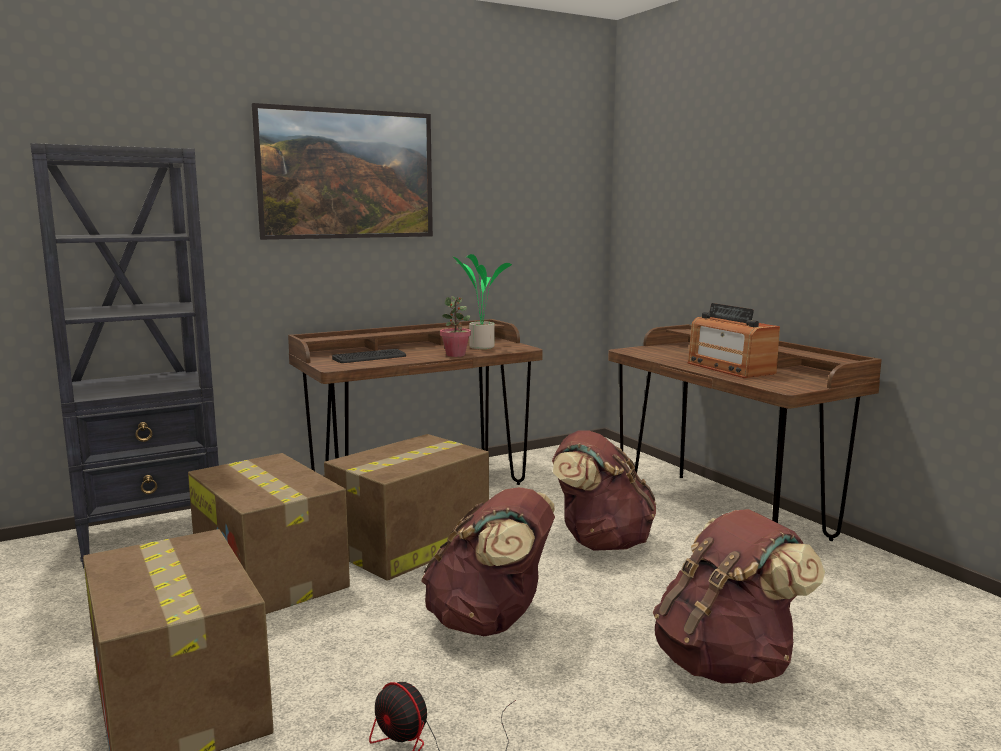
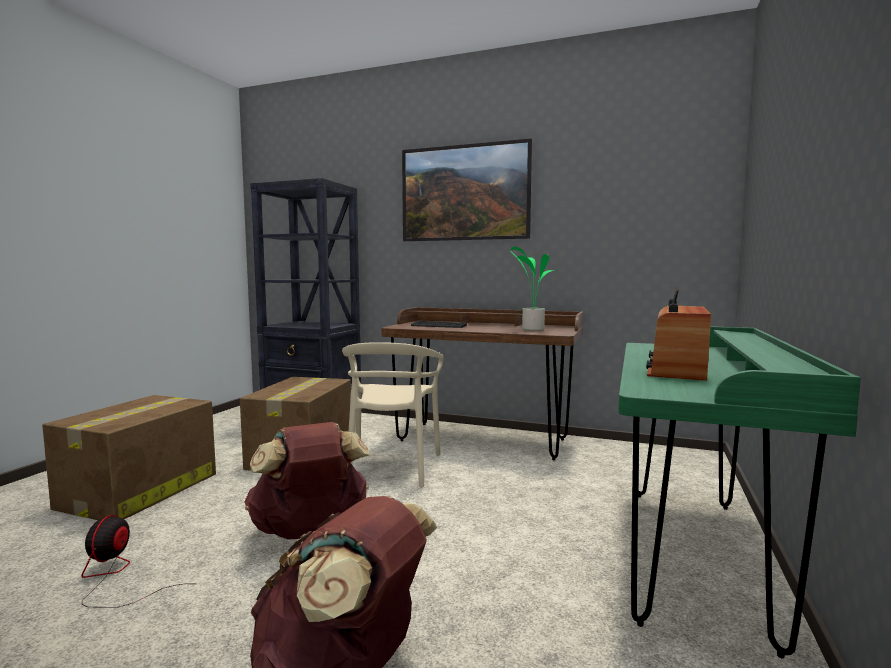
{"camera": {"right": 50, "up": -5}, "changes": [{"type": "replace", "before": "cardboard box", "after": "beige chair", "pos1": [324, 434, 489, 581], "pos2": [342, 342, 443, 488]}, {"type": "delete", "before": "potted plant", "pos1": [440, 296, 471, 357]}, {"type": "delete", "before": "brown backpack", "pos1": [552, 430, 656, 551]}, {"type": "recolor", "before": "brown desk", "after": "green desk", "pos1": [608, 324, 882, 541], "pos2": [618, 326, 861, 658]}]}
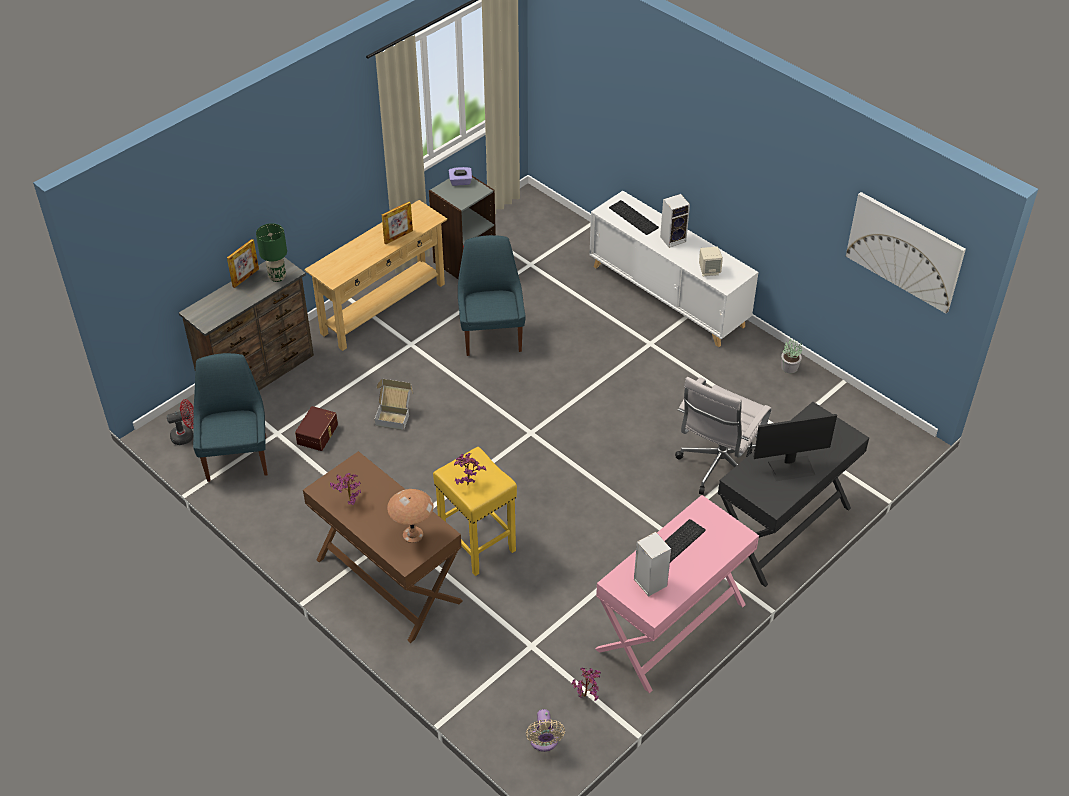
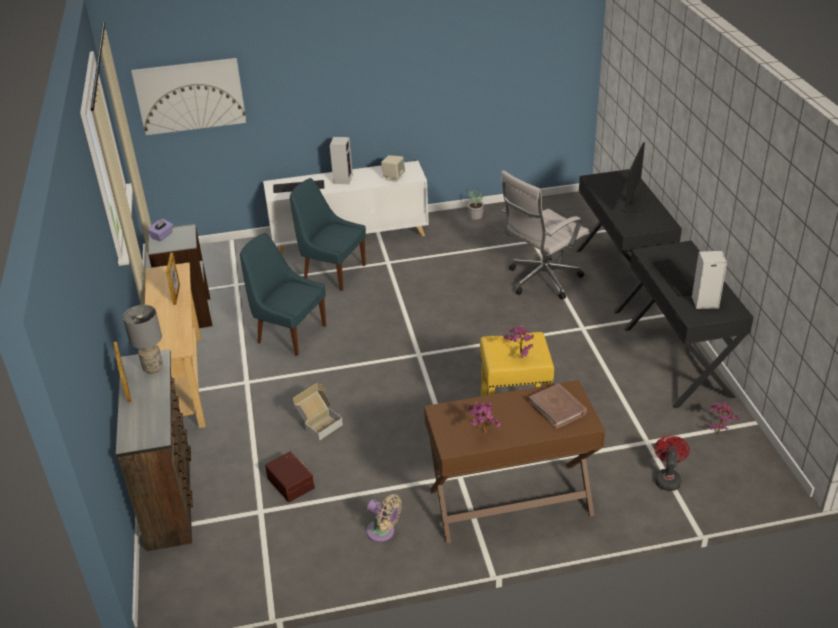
{"camera": {"right": -55, "up": -10}, "changes": [{"type": "move", "before": "red fan", "pos1": [167, 399, 194, 445], "pos2": [654, 436, 690, 491]}, {"type": "move", "before": "blue chair", "pos1": [193, 353, 268, 482], "pos2": [290, 178, 366, 291]}, {"type": "recolor", "before": "green table lamp", "after": "grey table lamp", "pos1": [256, 223, 287, 282], "pos2": [123, 305, 163, 374]}, {"type": "replace", "before": "brown table lamp", "after": "brown book", "pos1": [387, 489, 434, 543], "pos2": [528, 383, 587, 429]}, {"type": "move", "before": "beige fan", "pos1": [526, 709, 565, 752], "pos2": [366, 494, 402, 542]}, {"type": "recolor", "before": "pink desk", "after": "black desk", "pos1": [596, 495, 759, 693], "pos2": [624, 241, 754, 408]}, {"type": "rotate", "before": "white office chair", "pos1": [675, 377, 772, 495], "pos2": [501, 170, 589, 300], "turn": 75}, {"type": "move", "before": "picture", "pos1": [846, 192, 966, 313], "pos2": [131, 58, 247, 135]}]}
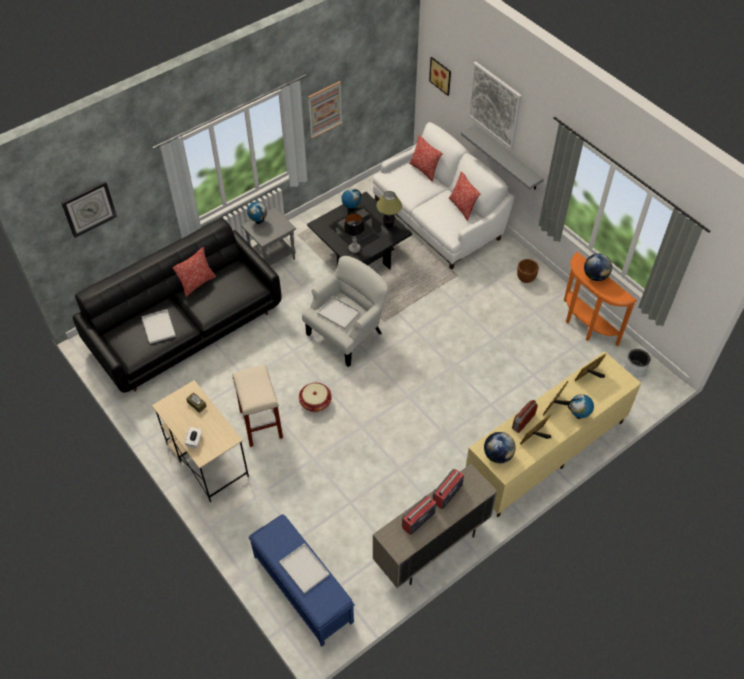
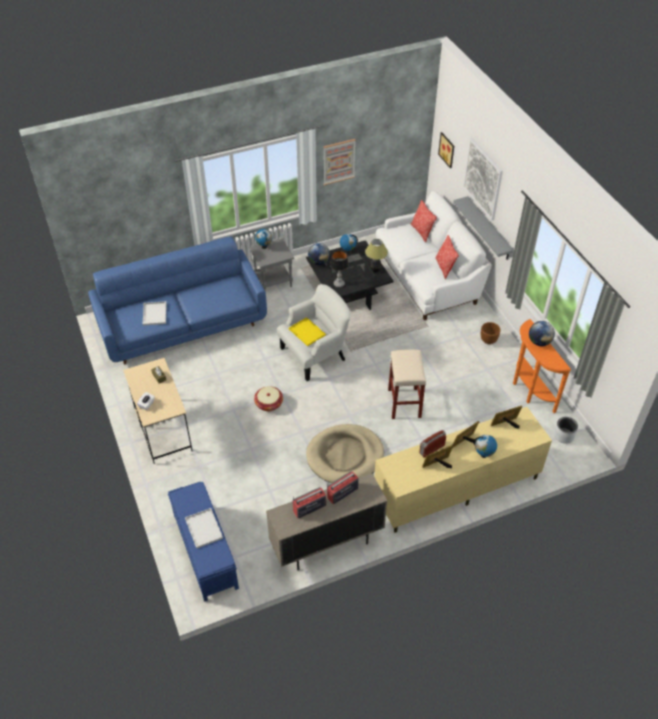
{"camera": {"right": 15, "up": -5}, "changes": [{"type": "delete", "before": "wall clock", "pos1": [61, 181, 117, 238]}, {"type": "recolor", "before": "black sofa", "after": "blue sofa", "pos1": [73, 218, 282, 393], "pos2": [88, 236, 267, 364]}, {"type": "delete", "before": "pillow", "pos1": [173, 247, 216, 297]}, {"type": "move", "before": "beige stool", "pos1": [232, 365, 283, 447], "pos2": [388, 350, 426, 419]}, {"type": "recolor", "before": "white tray", "after": "yellow tray", "pos1": [317, 296, 360, 329], "pos2": [289, 317, 326, 346]}, {"type": "move", "before": "globe", "pos1": [484, 432, 516, 463], "pos2": [308, 243, 330, 265]}, {"type": "insert", "after": "beige dog bed", "pos2": [306, 424, 384, 483]}]}
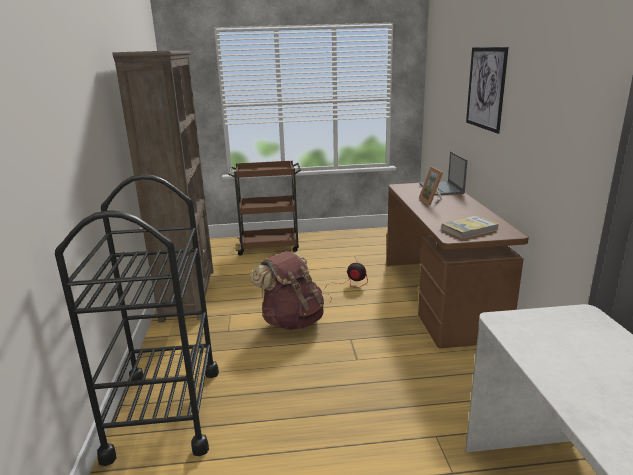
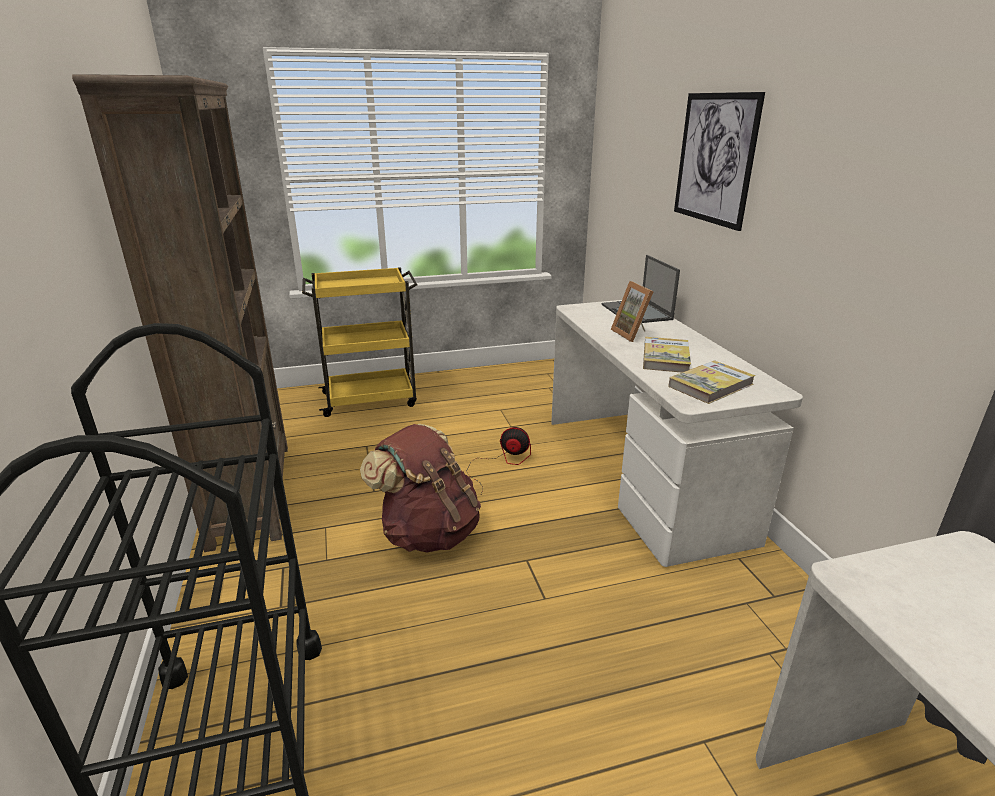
{"camera": {"right": -10, "up": 5}, "changes": [{"type": "recolor", "before": "brown cart", "after": "yellow cart", "pos1": [228, 160, 301, 256], "pos2": [302, 267, 417, 417]}, {"type": "recolor", "before": "brown desk", "after": "white desk", "pos1": [387, 181, 529, 349], "pos2": [551, 300, 803, 567]}, {"type": "insert", "after": "book", "pos2": [643, 337, 691, 373]}]}
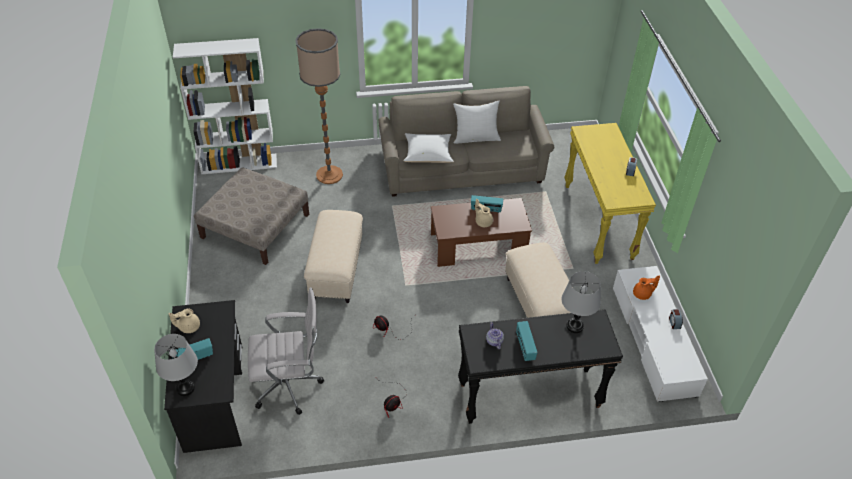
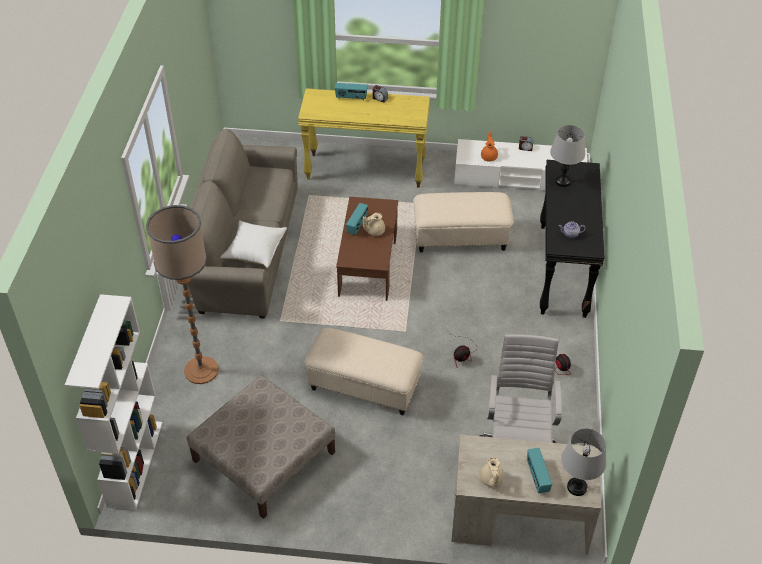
{"camera": {"right": -75, "up": 0}, "changes": [{"type": "recolor", "before": "black desk", "after": "beige desk", "pos1": [164, 300, 242, 453], "pos2": [451, 435, 601, 555]}, {"type": "delete", "before": "white pillow", "pos1": [453, 101, 501, 144]}, {"type": "move", "before": "radio", "pos1": [516, 321, 537, 361], "pos2": [335, 83, 368, 100]}]}
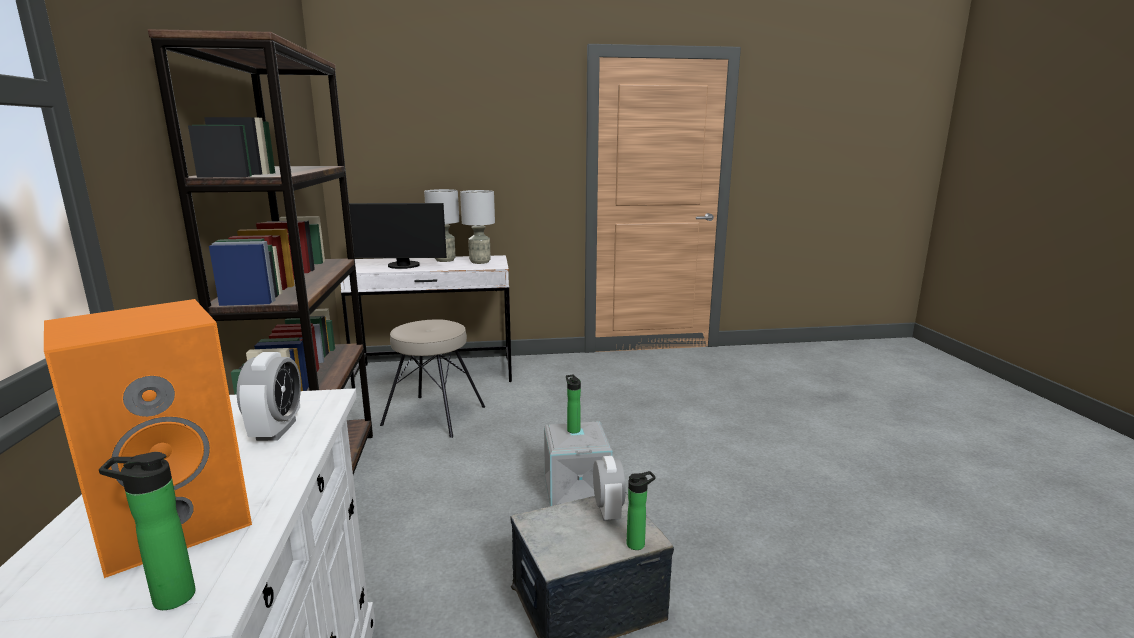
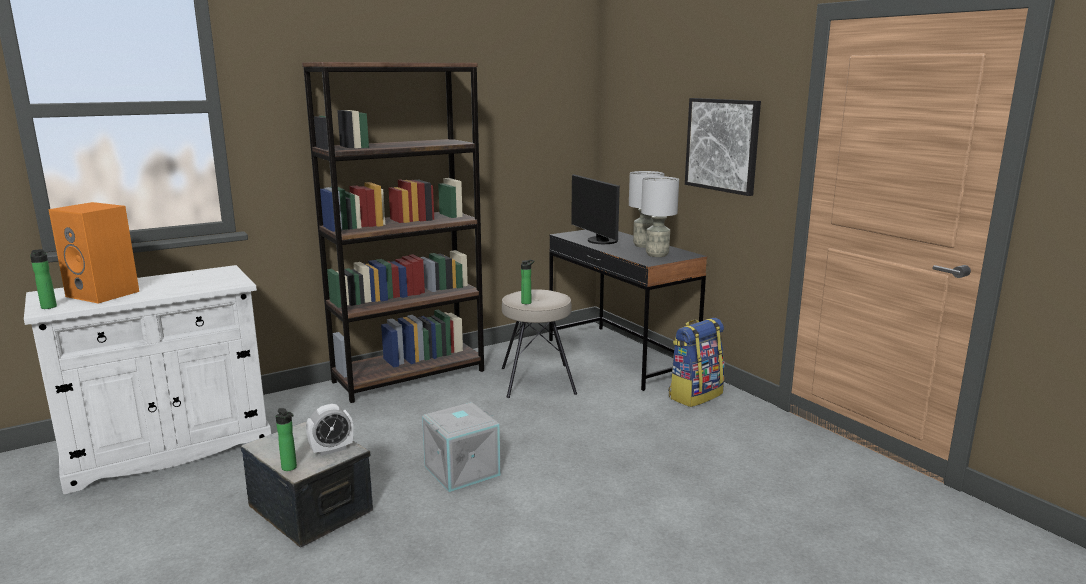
{"camera": {"right": 65, "up": 0}, "changes": [{"type": "delete", "before": "alarm clock", "pos1": [237, 352, 301, 441]}, {"type": "recolor", "before": "white desk", "after": "black desk", "pos1": [341, 255, 512, 389], "pos2": [549, 230, 707, 391]}, {"type": "move", "before": "bottle", "pos1": [566, 375, 581, 433], "pos2": [521, 260, 535, 304]}, {"type": "insert", "after": "backpack", "pos2": [668, 318, 724, 407]}, {"type": "insert", "after": "picture", "pos2": [685, 98, 761, 196]}]}
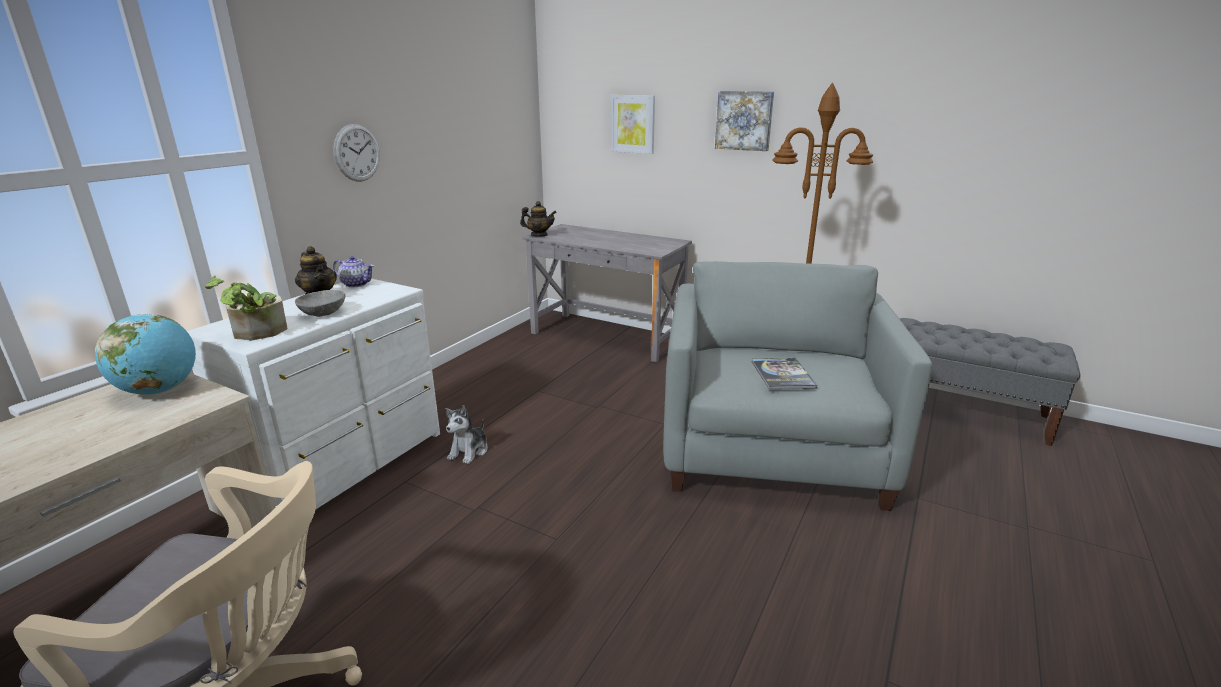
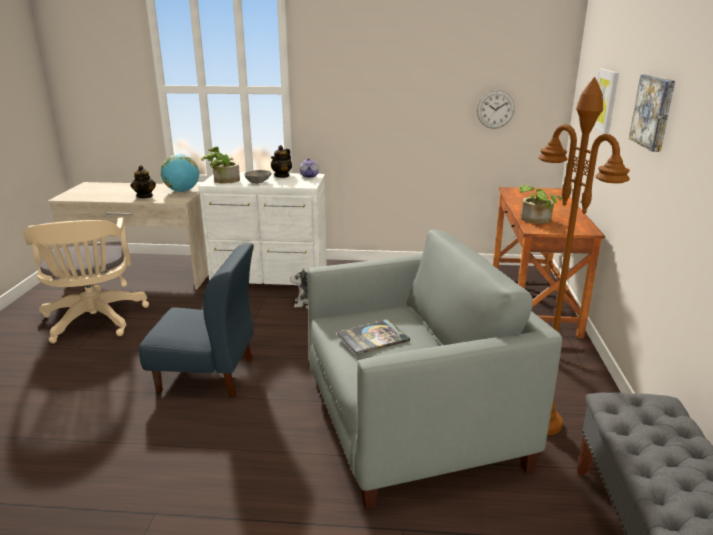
{"camera": {"right": 65, "up": 0}, "changes": [{"type": "move", "before": "wall clock", "pos1": [333, 124, 380, 181], "pos2": [477, 90, 515, 129]}, {"type": "move", "before": "teapot", "pos1": [520, 201, 557, 236], "pos2": [131, 165, 156, 198]}, {"type": "recolor", "before": "grey desk", "after": "brown desk", "pos1": [523, 224, 692, 362], "pos2": [493, 187, 605, 339]}, {"type": "insert", "after": "blue chair", "pos2": [139, 243, 254, 398]}, {"type": "insert", "after": "potted plant", "pos2": [519, 185, 563, 224]}]}
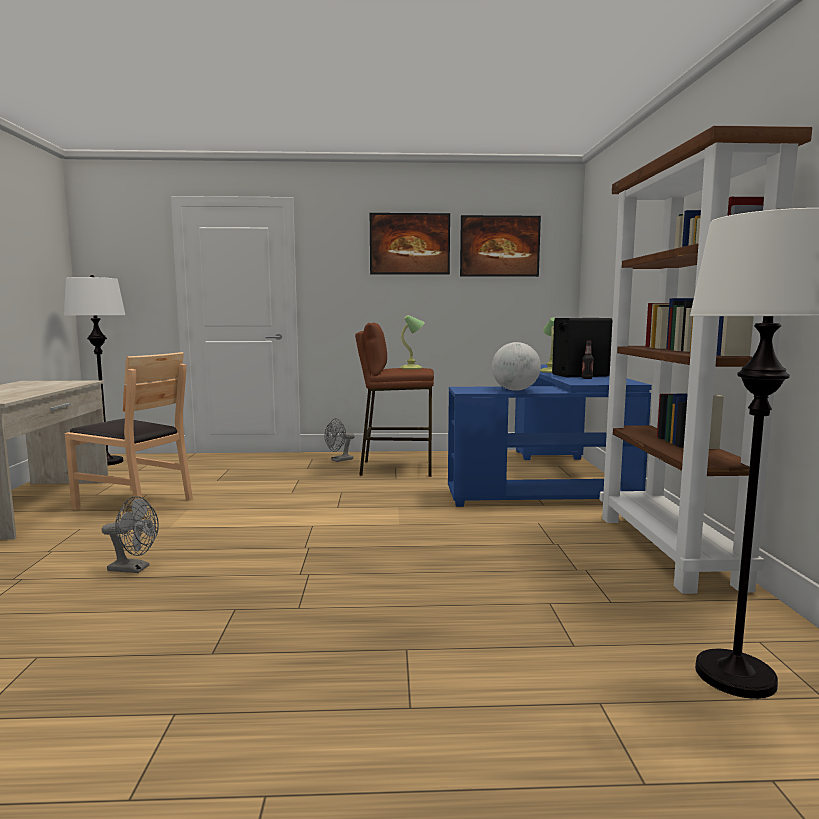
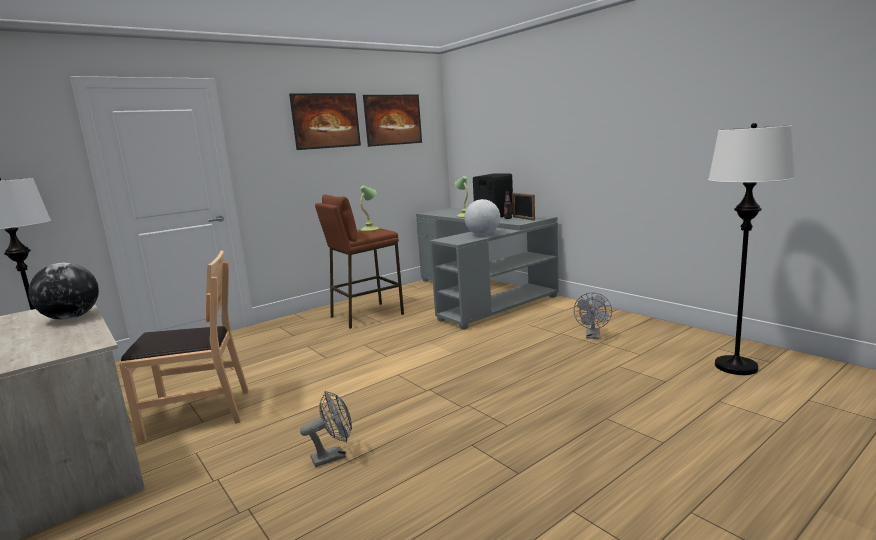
{"camera": {"right": -35, "up": 5}, "changes": [{"type": "move", "before": "grey fan", "pos1": [324, 418, 355, 462], "pos2": [574, 292, 612, 339]}, {"type": "recolor", "before": "blue desk", "after": "grey desk", "pos1": [448, 365, 652, 507], "pos2": [416, 208, 559, 330]}, {"type": "delete", "before": "brown bookcase", "pos1": [600, 126, 812, 594]}, {"type": "insert", "after": "globe", "pos2": [28, 263, 99, 320]}, {"type": "insert", "after": "picture frame", "pos2": [512, 193, 535, 221]}]}
